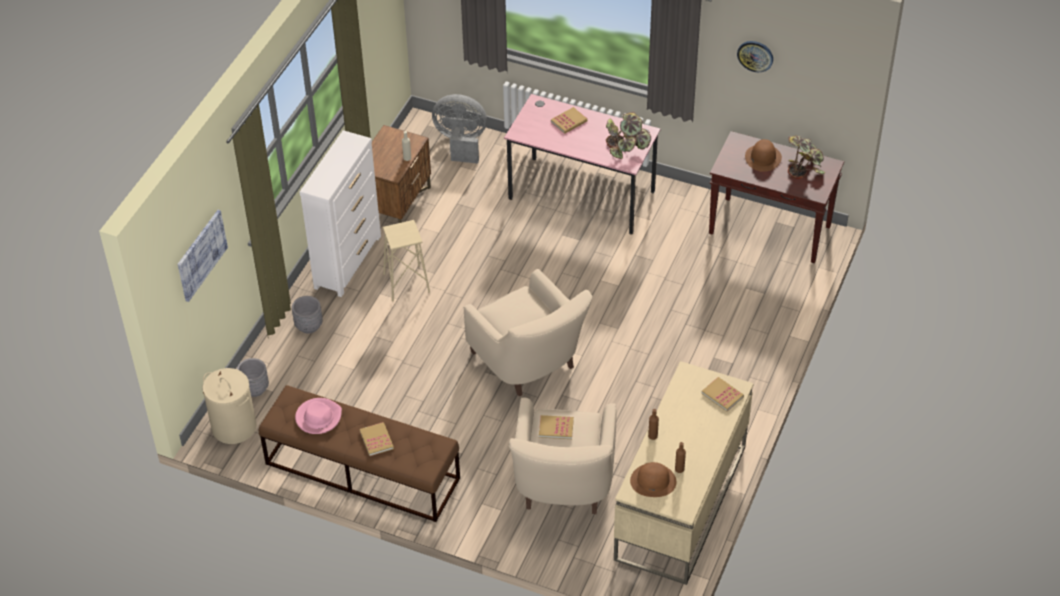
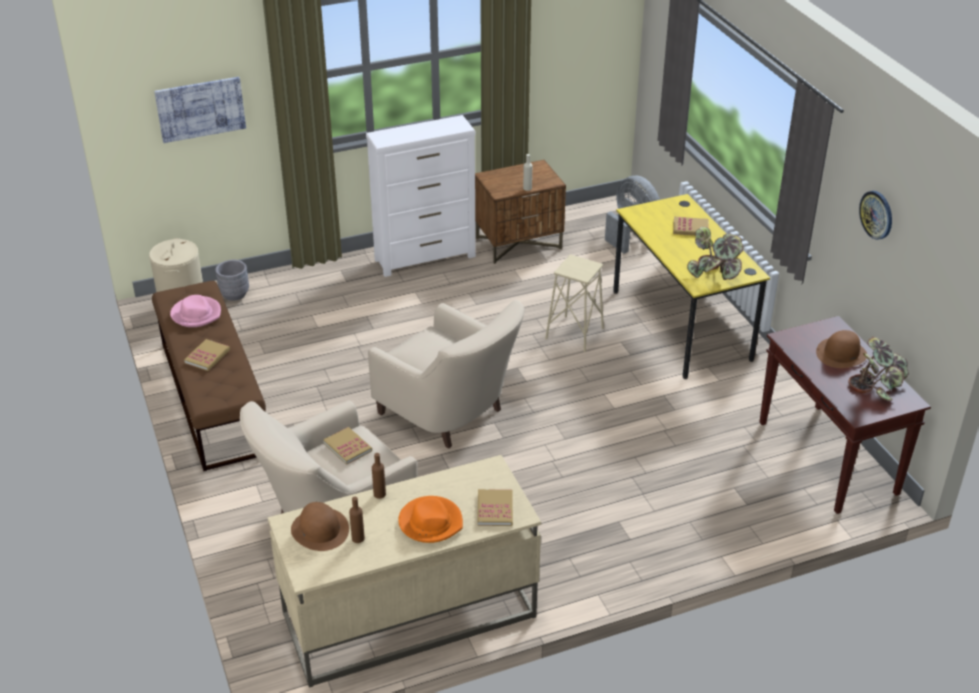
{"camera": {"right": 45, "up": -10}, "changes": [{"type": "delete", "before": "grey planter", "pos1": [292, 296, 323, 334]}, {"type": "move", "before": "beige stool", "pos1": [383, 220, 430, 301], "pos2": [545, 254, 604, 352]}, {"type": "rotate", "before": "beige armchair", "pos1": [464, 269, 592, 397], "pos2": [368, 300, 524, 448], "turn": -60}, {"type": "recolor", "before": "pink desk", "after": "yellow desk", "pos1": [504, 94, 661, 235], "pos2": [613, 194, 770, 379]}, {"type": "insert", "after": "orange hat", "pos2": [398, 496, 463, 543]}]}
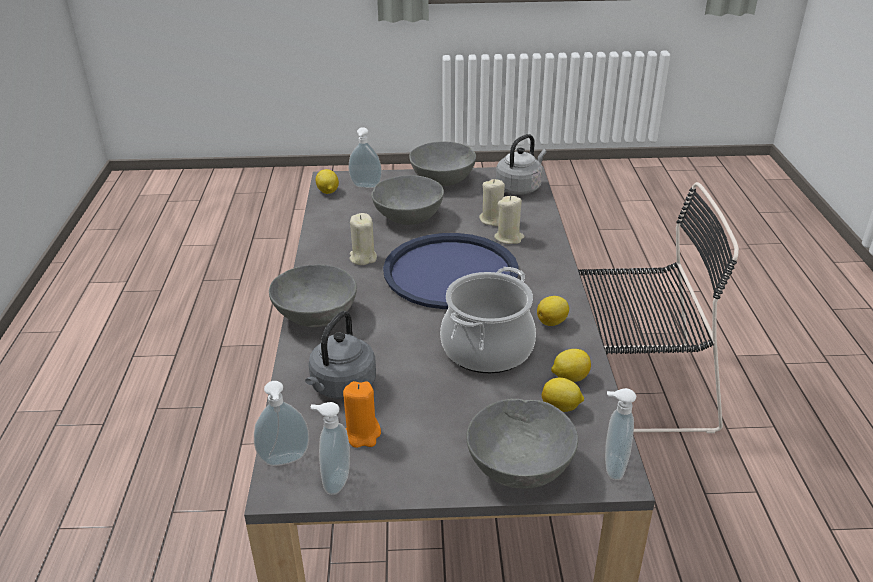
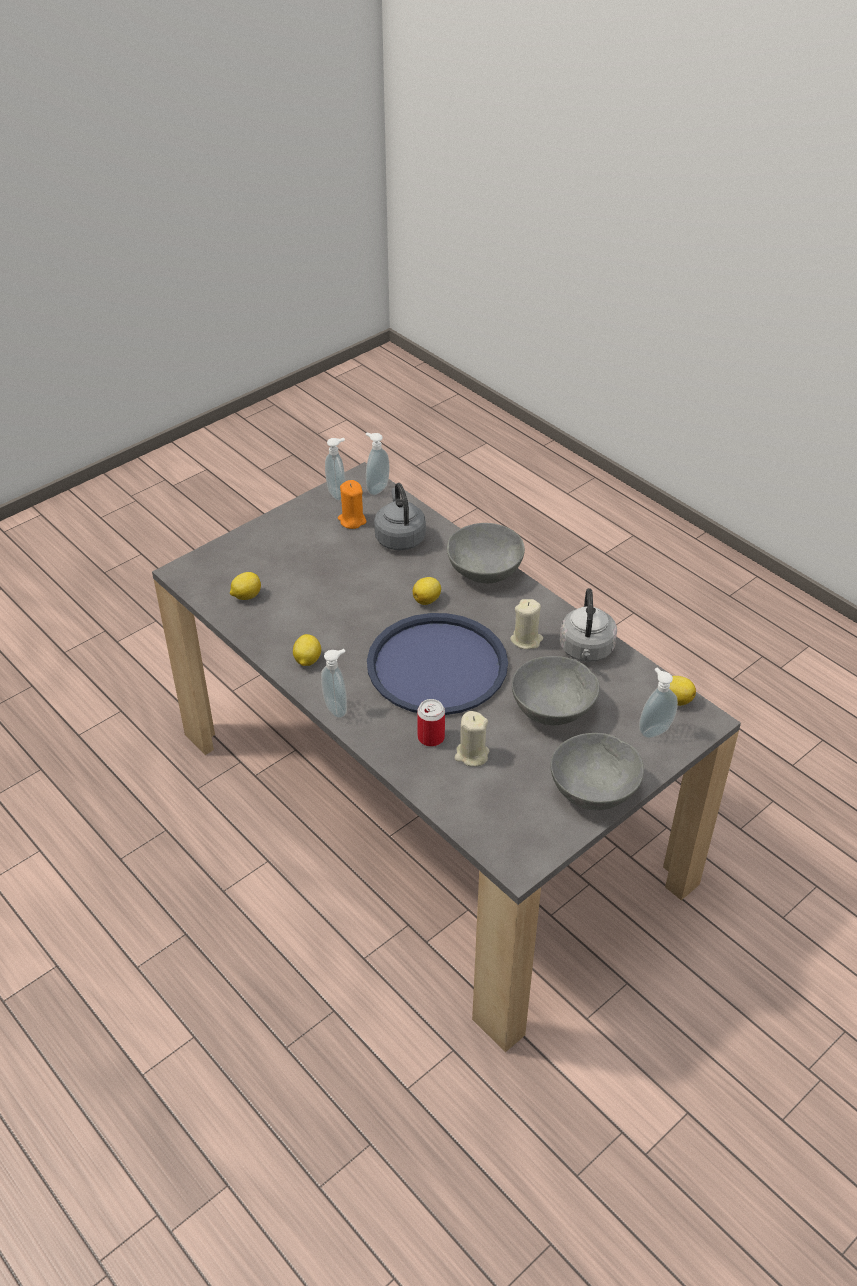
{"camera": {"right": 140, "up": 10}, "changes": [{"type": "delete", "before": "cooking pot", "pos1": [440, 267, 536, 373]}, {"type": "delete", "before": "grey bowl", "pos1": [466, 399, 578, 489]}, {"type": "replace", "before": "beige candle", "after": "can", "pos1": [494, 196, 524, 244], "pos2": [417, 699, 445, 747]}, {"type": "move", "before": "grey kettle", "pos1": [496, 134, 547, 195], "pos2": [559, 588, 617, 662]}, {"type": "move", "before": "lemon", "pos1": [551, 349, 591, 382], "pos2": [413, 577, 441, 605]}, {"type": "delete", "before": "black chair", "pos1": [578, 182, 739, 433]}, {"type": "move", "before": "soap dispenser", "pos1": [605, 388, 636, 480], "pos2": [321, 649, 347, 718]}]}
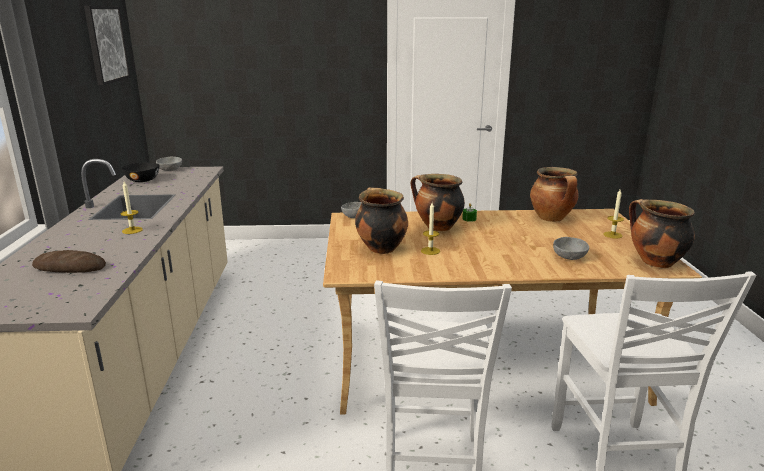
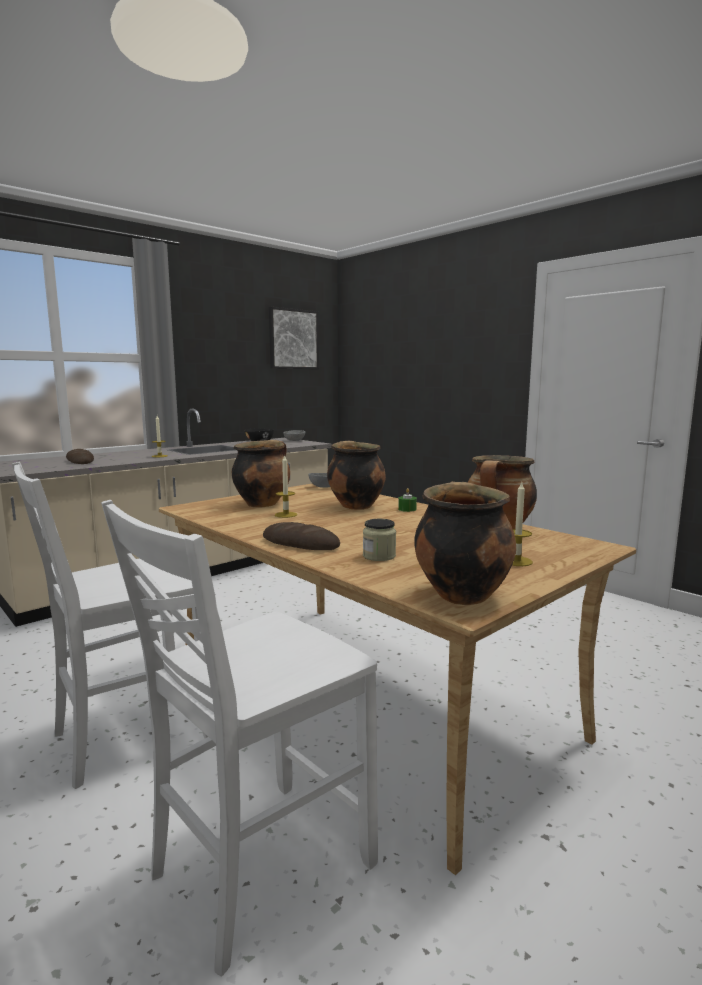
{"camera": {"right": 50, "up": -10}, "changes": [{"type": "replace", "before": "grey bowl", "after": "jar", "pos1": [553, 237, 589, 260], "pos2": [363, 519, 396, 561]}, {"type": "insert", "after": "bread", "pos2": [263, 522, 340, 550]}]}
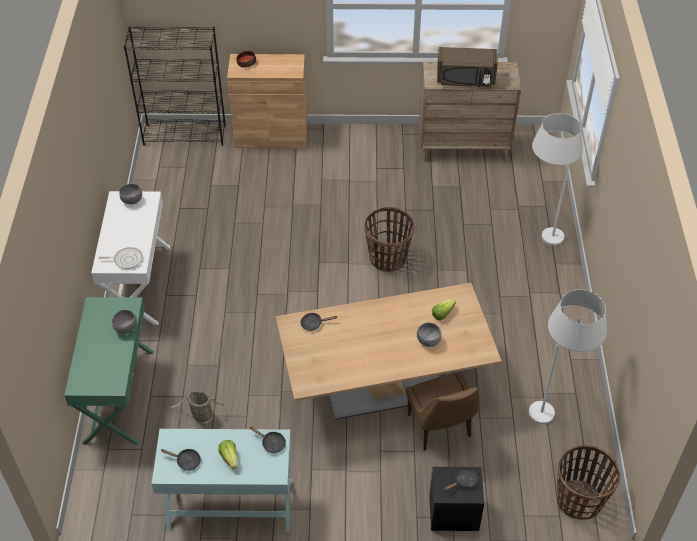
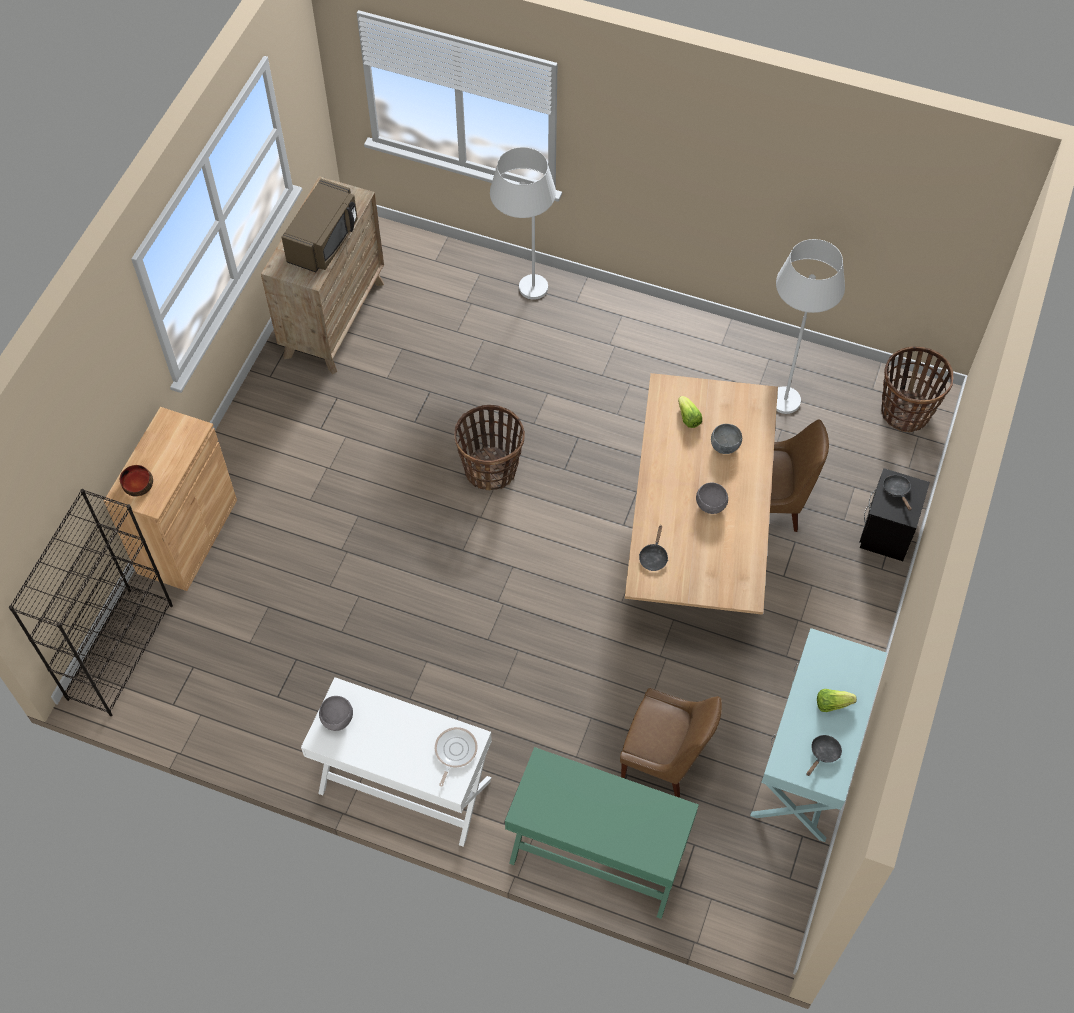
{"camera": {"right": -70, "up": 10}, "changes": [{"type": "move", "before": "grey bowl", "pos1": [112, 310, 137, 334], "pos2": [696, 483, 728, 514]}, {"type": "replace", "before": "basket", "after": "brown chair", "pos1": [170, 391, 225, 422], "pos2": [620, 688, 722, 798]}, {"type": "delete", "before": "black frying pan", "pos1": [249, 426, 286, 453]}]}
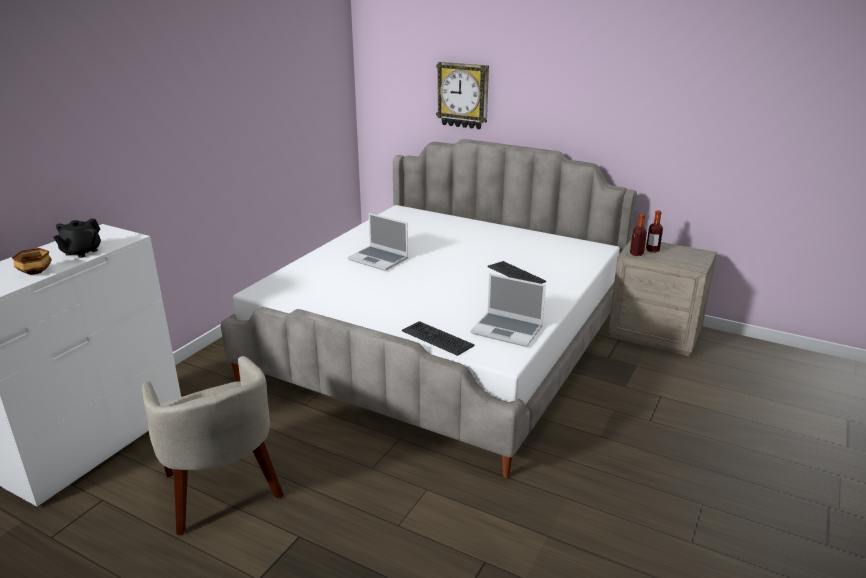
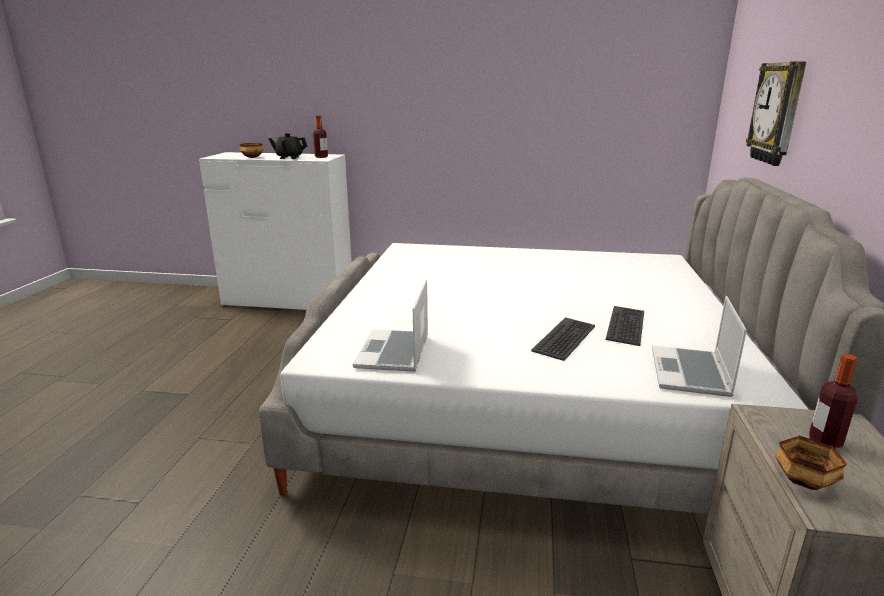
{"camera": {"right": 70, "up": -5}, "changes": [{"type": "delete", "before": "beige armchair", "pos1": [142, 356, 284, 535]}, {"type": "move", "before": "laptop", "pos1": [348, 213, 408, 271], "pos2": [652, 296, 747, 397]}, {"type": "move", "before": "keyboard", "pos1": [402, 321, 475, 356], "pos2": [606, 306, 644, 346]}, {"type": "move", "before": "bottle", "pos1": [630, 214, 647, 256], "pos2": [313, 115, 328, 158]}, {"type": "insert", "after": "bowl", "pos2": [775, 436, 847, 490]}]}
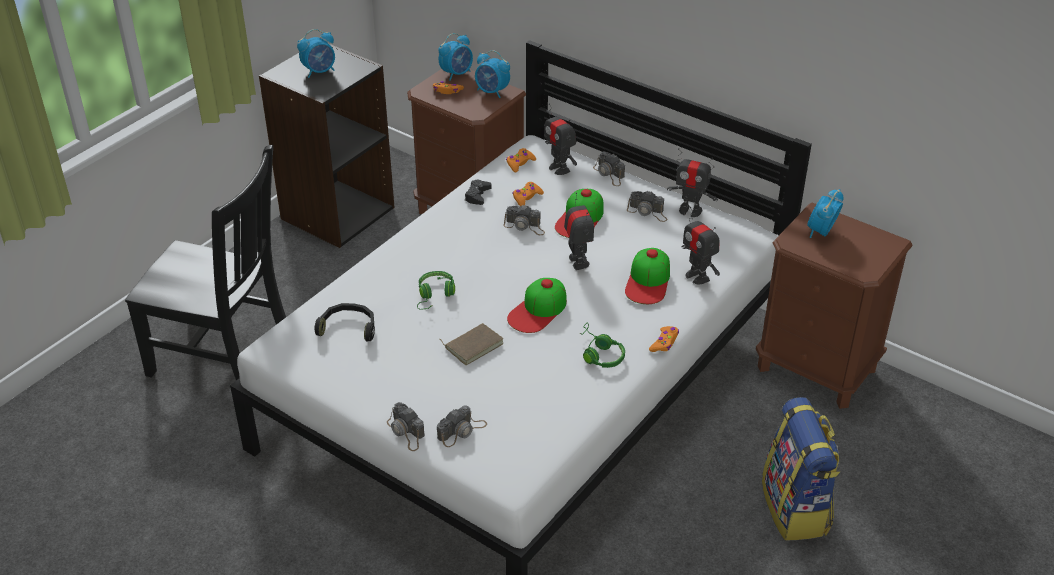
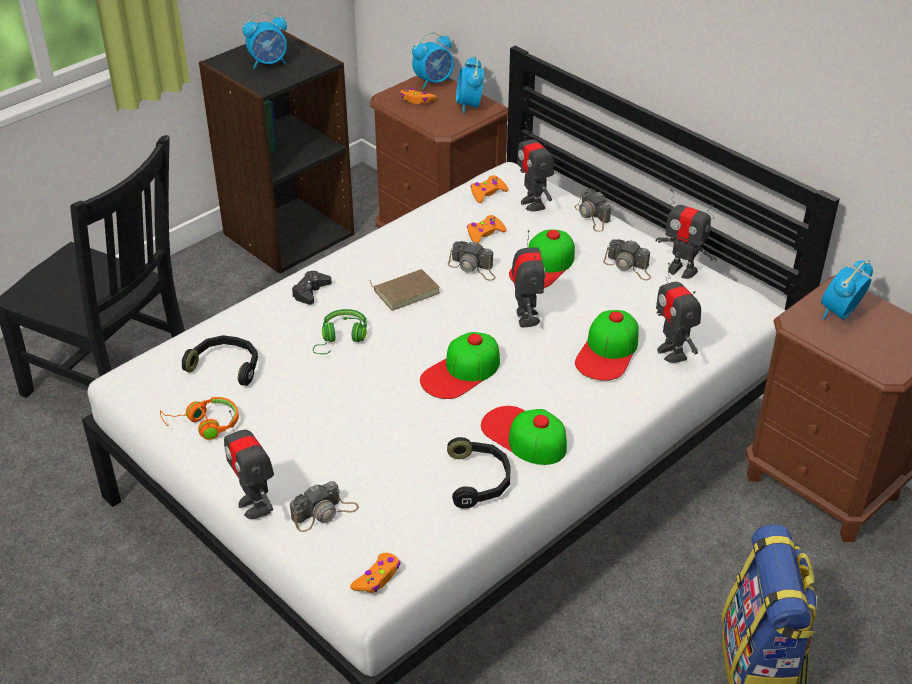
{"camera": {"right": 10, "up": 0}, "changes": [{"type": "replace", "before": "photo camera", "after": "toy robot", "pos1": [387, 402, 425, 451], "pos2": [224, 410, 274, 519]}, {"type": "move", "before": "brown book", "pos1": [440, 323, 504, 365], "pos2": [369, 269, 440, 311]}, {"type": "move", "before": "black game controller", "pos1": [465, 180, 492, 205], "pos2": [292, 271, 332, 305]}, {"type": "rotate", "before": "alarm clock", "pos1": [475, 50, 510, 98], "pos2": [456, 56, 484, 114], "turn": 45}, {"type": "replace", "before": "green headphones", "after": "cap", "pos1": [580, 322, 625, 368], "pos2": [481, 406, 567, 465]}, {"type": "move", "before": "orange game controller", "pos1": [649, 326, 679, 352], "pos2": [350, 553, 400, 593]}, {"type": "insert", "after": "orange headphones", "pos2": [160, 397, 239, 440]}, {"type": "insert", "after": "black headphones", "pos2": [447, 437, 511, 509]}]}
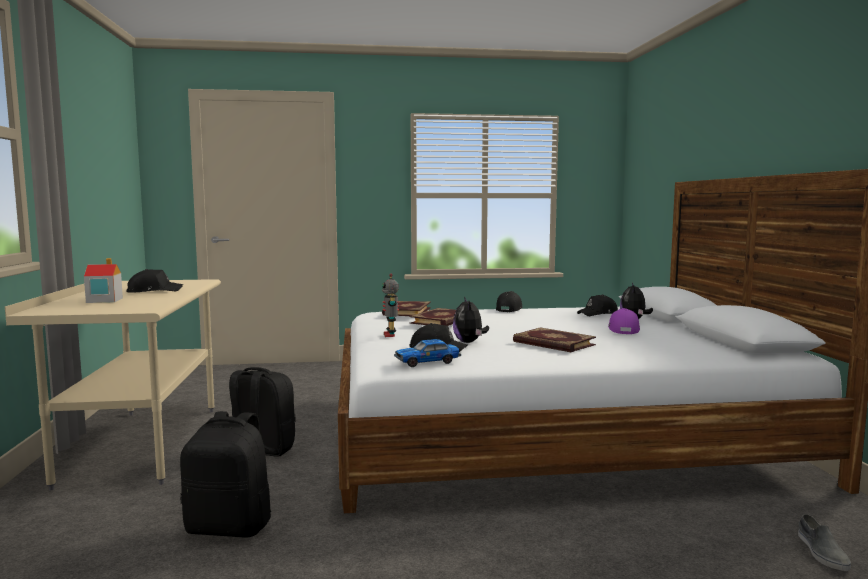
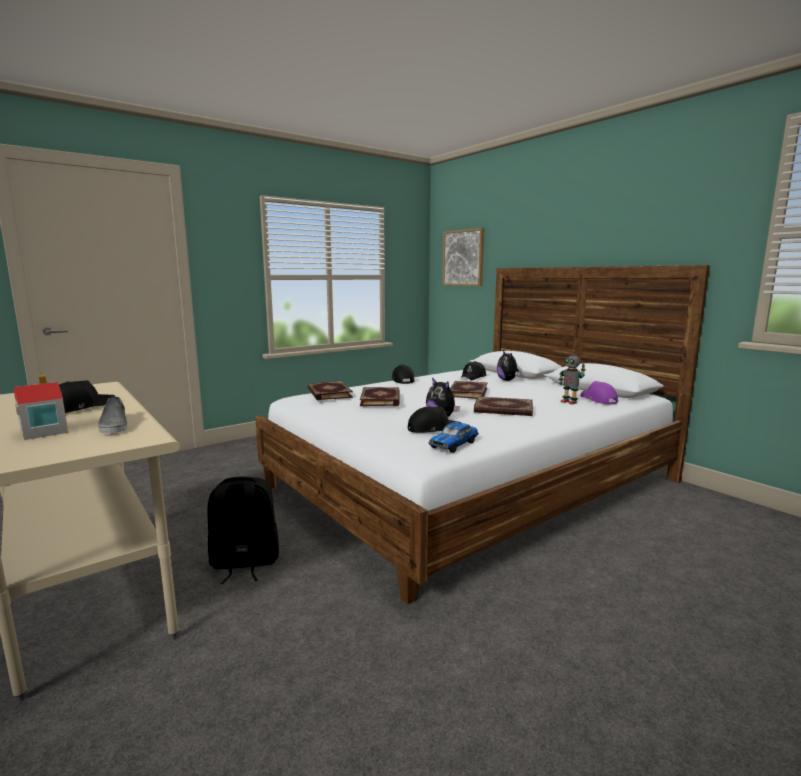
{"camera": {"right": -30, "up": 5}, "changes": [{"type": "delete", "before": "black backpack", "pos1": [180, 411, 271, 538]}, {"type": "move", "before": "toy robot", "pos1": [382, 273, 399, 337], "pos2": [559, 351, 586, 404]}, {"type": "move", "before": "purple cap", "pos1": [608, 308, 640, 334], "pos2": [581, 381, 618, 405]}, {"type": "move", "before": "grey shoe", "pos1": [798, 514, 851, 571], "pos2": [98, 397, 128, 433]}, {"type": "insert", "after": "picture", "pos2": [442, 228, 484, 286]}, {"type": "insert", "after": "book", "pos2": [450, 381, 488, 399]}]}
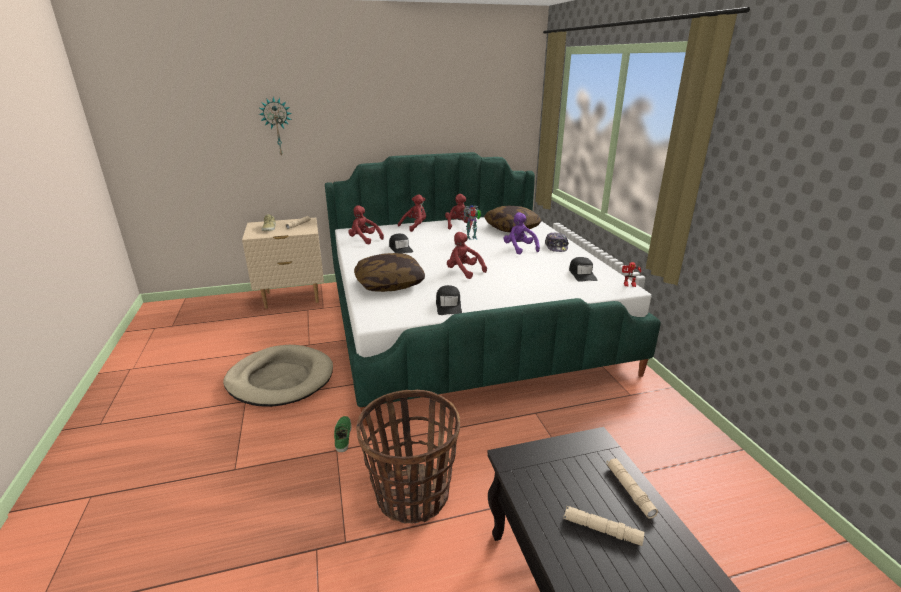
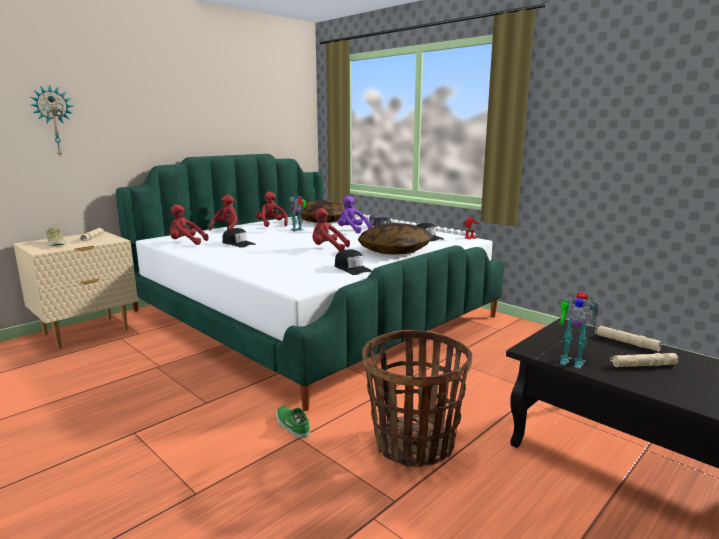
{"camera": {"right": -30, "up": -10}, "changes": [{"type": "delete", "before": "beige dog bed", "pos1": [223, 345, 333, 407]}, {"type": "move", "before": "pillow", "pos1": [354, 253, 425, 292], "pos2": [358, 223, 433, 255]}, {"type": "insert", "after": "toy robot", "pos2": [559, 292, 599, 368]}]}
